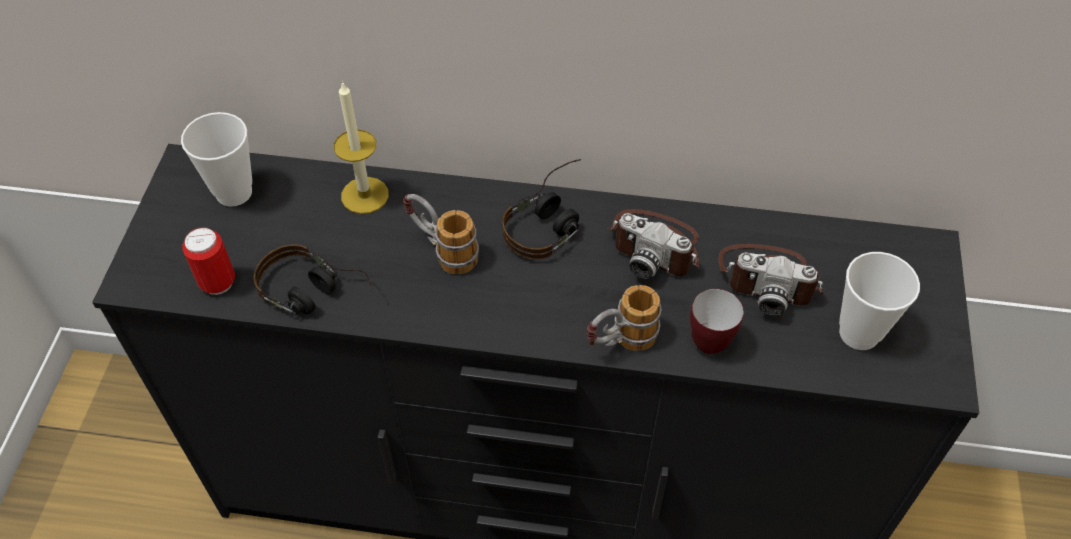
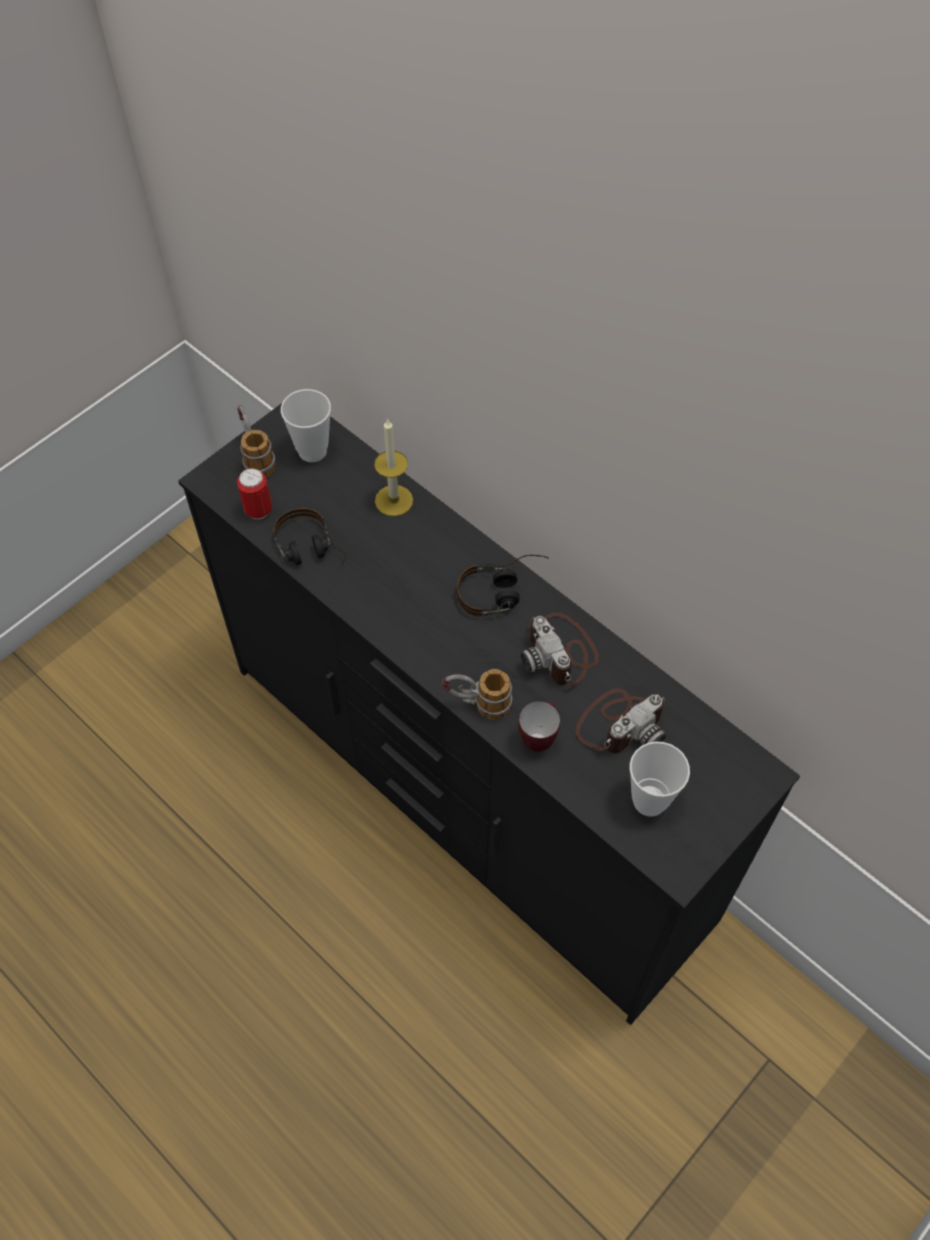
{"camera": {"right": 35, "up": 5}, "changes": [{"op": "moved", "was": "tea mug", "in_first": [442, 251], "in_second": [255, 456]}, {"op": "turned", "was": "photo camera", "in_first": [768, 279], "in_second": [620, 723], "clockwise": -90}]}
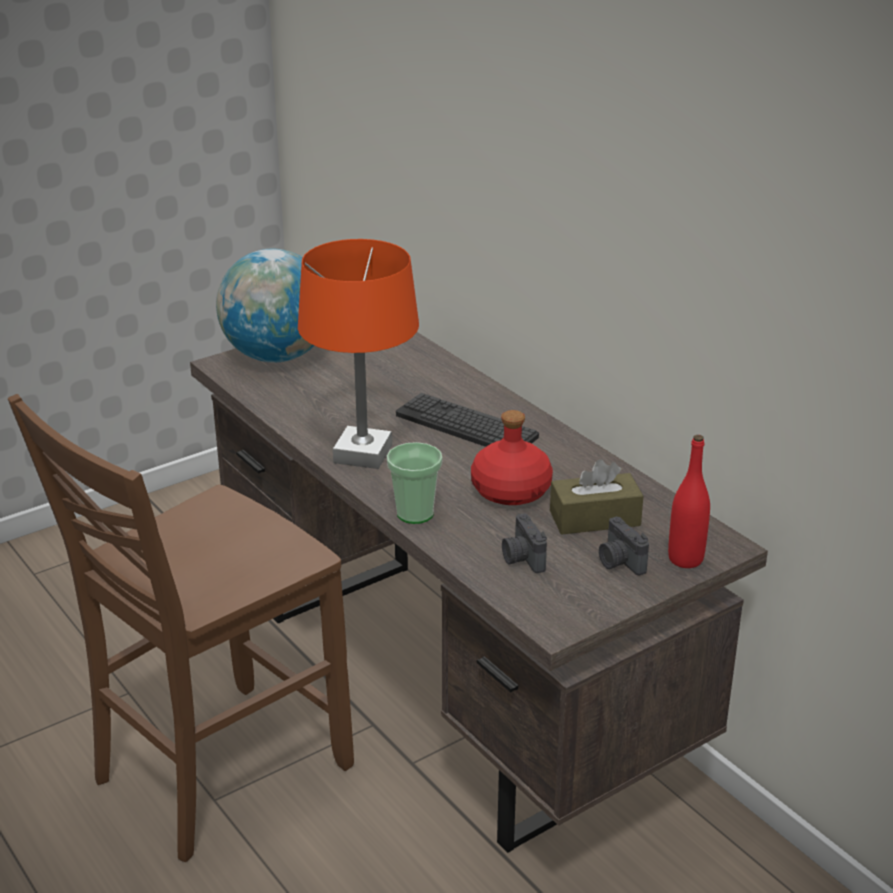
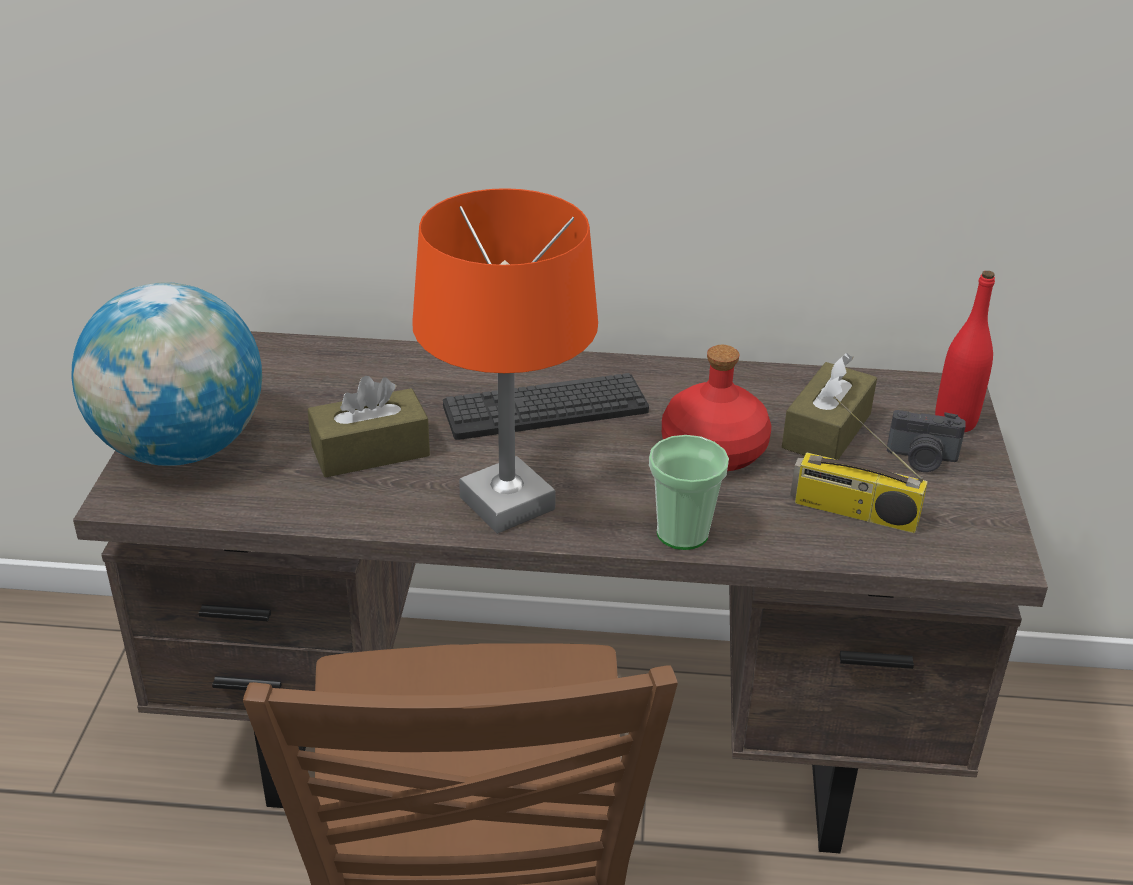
{"camera": {"right": -50, "up": 5}, "changes": [{"op": "added", "now": "brownish tissue box", "in_second": [370, 451]}, {"op": "replaced", "was": "photo camera", "now": "radio", "in_first": [522, 558], "in_second": [853, 512]}]}
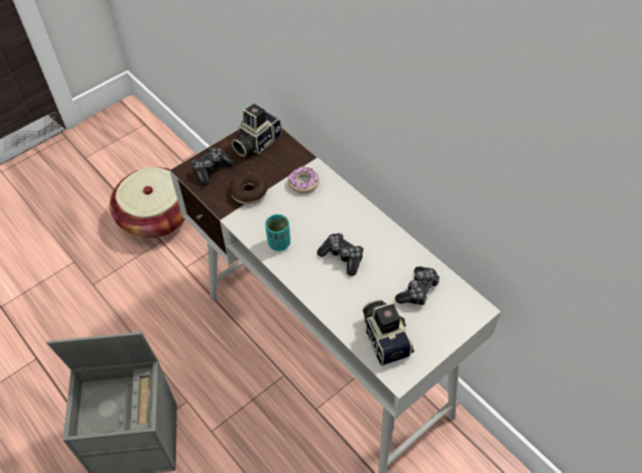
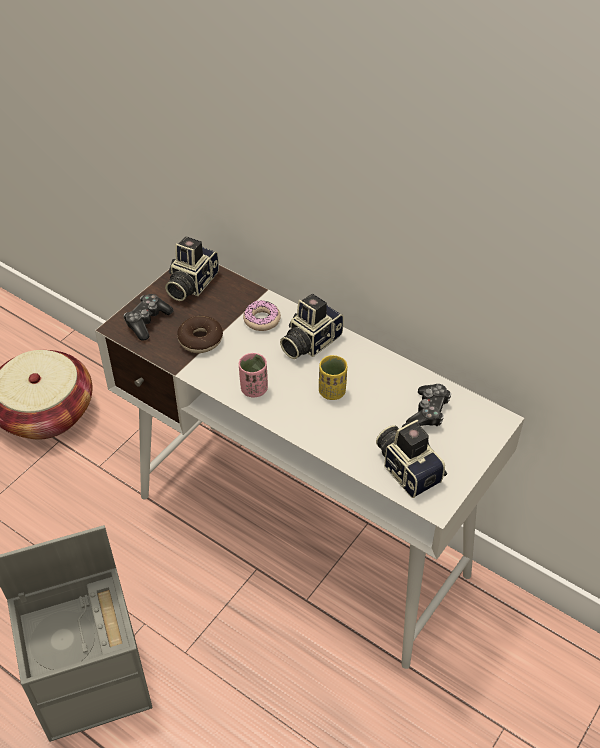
{"camera": {"right": -15, "up": -5}, "changes": [{"op": "added", "now": "photo camera", "in_second": [309, 342]}, {"op": "replaced", "was": "gamepad", "now": "yellow drinking cup", "in_first": [342, 257], "in_second": [332, 391]}, {"op": "recoloured", "was": "blue-green drinking cup", "now": "pinkish drinking cup", "in_first": [279, 243], "in_second": [254, 389]}]}
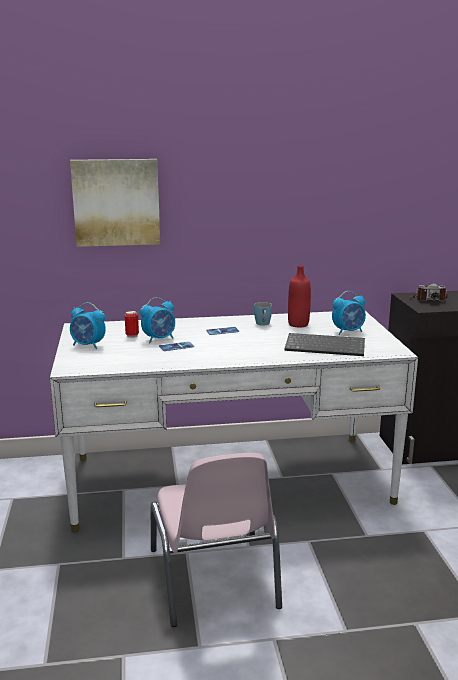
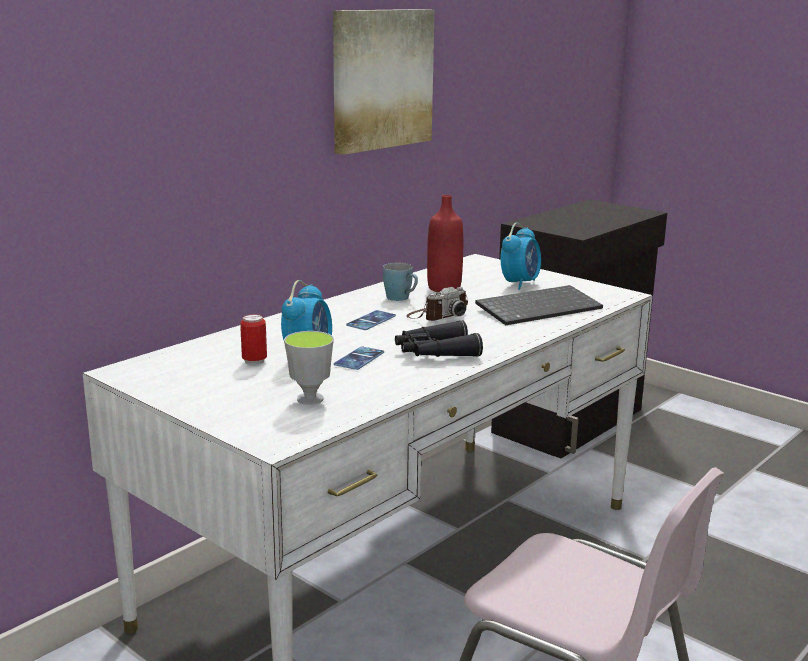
{"camera": {"right": -40, "up": 0}, "changes": [{"op": "removed", "was": "bedside clock", "in_first": [88, 345]}, {"op": "added", "now": "drinking cup", "in_second": [310, 399]}, {"op": "added", "now": "black binoculars", "in_second": [435, 352]}, {"op": "moved", "was": "wall art", "in_first": [116, 202], "in_second": [381, 79]}, {"op": "moved", "was": "photo camera", "in_first": [428, 299], "in_second": [437, 315]}]}
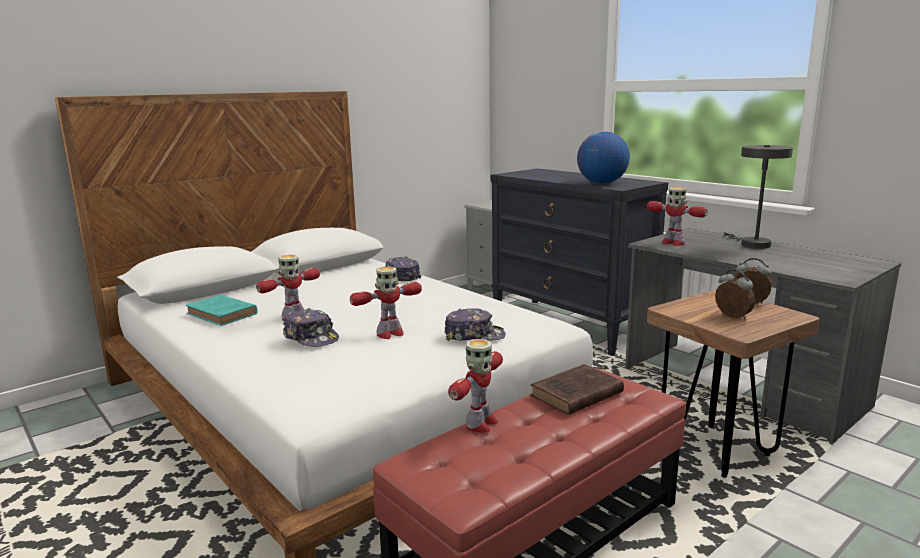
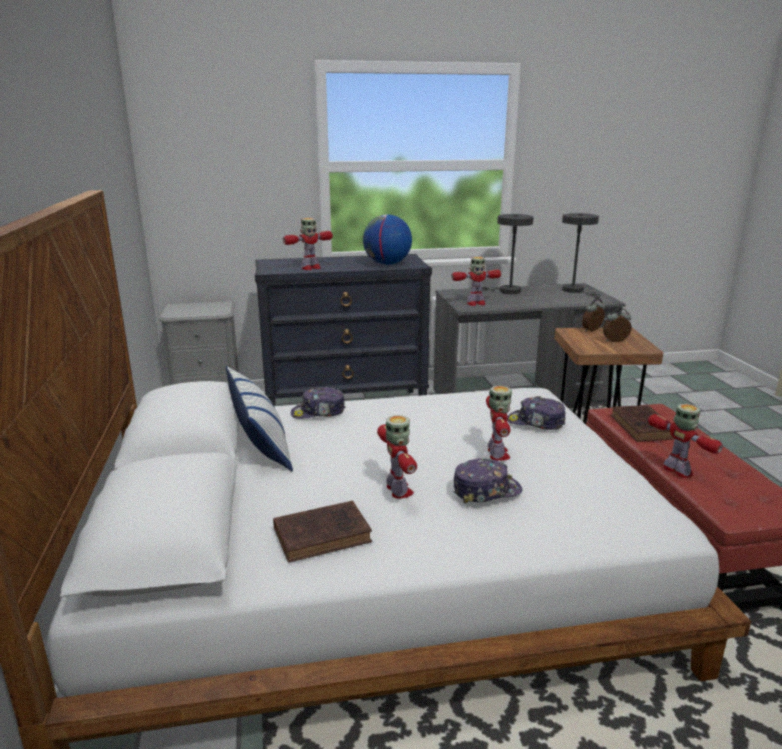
{"camera": {"right": -60, "up": 5}, "changes": [{"op": "added", "now": "cushion", "in_second": [260, 441]}, {"op": "added", "now": "robot figure", "in_second": [310, 268]}, {"op": "added", "now": "greyish lamp for a table", "in_second": [576, 291]}, {"op": "recoloured", "was": "blue-green bound book", "now": "brownish bound book", "in_first": [223, 314], "in_second": [324, 535]}, {"op": "turned", "was": "cap", "in_first": [474, 335], "in_second": [536, 422], "clockwise": -105}]}
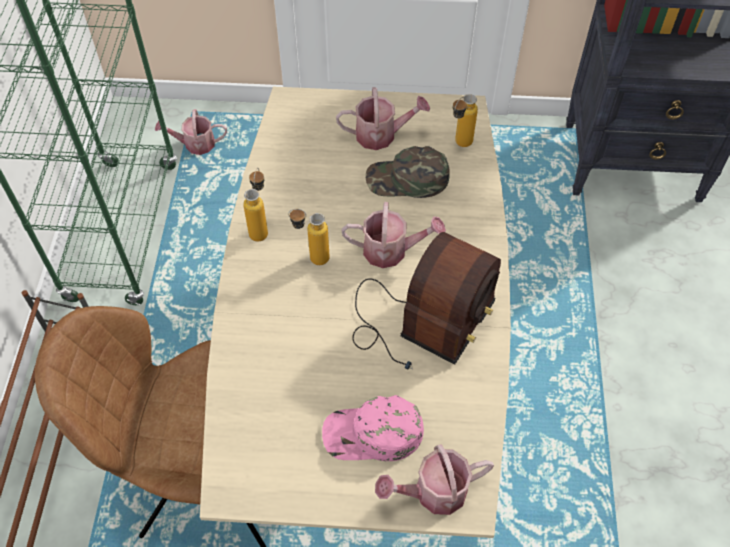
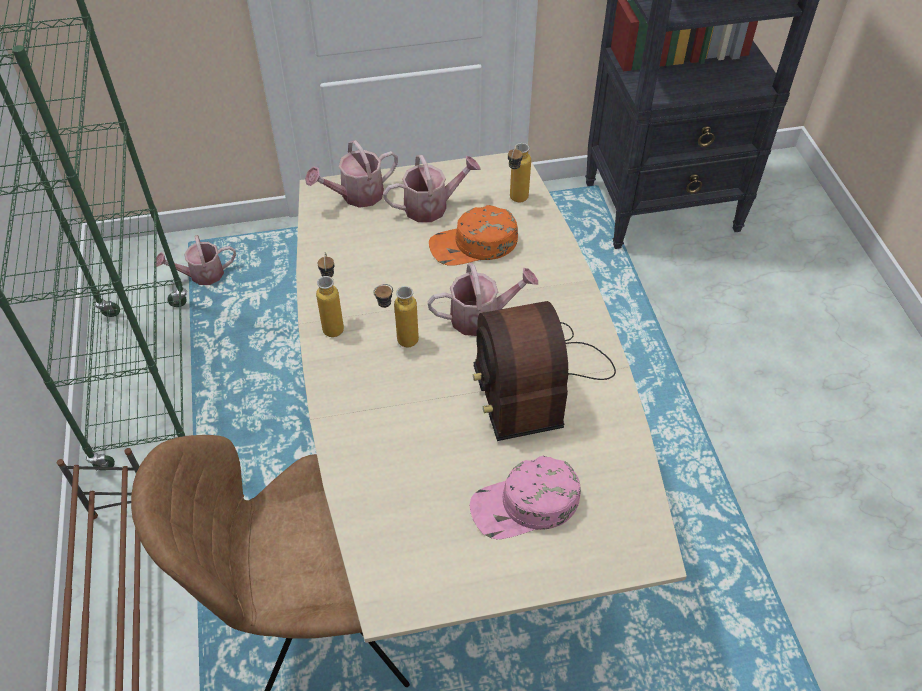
{"camera": {"right": -15, "up": -5}, "changes": [{"op": "moved", "was": "watering pot", "in_first": [433, 492], "in_second": [356, 195]}, {"op": "recoloured", "was": "green cap", "now": "orange-coloured cap", "in_first": [407, 180], "in_second": [473, 245]}, {"op": "turned", "was": "radio", "in_first": [421, 321], "in_second": [536, 380], "clockwise": 150}]}
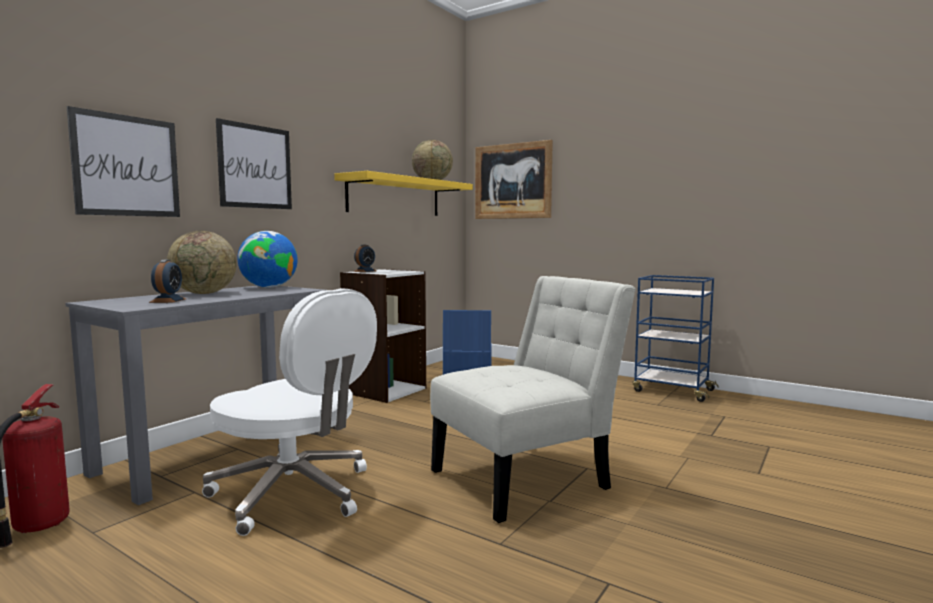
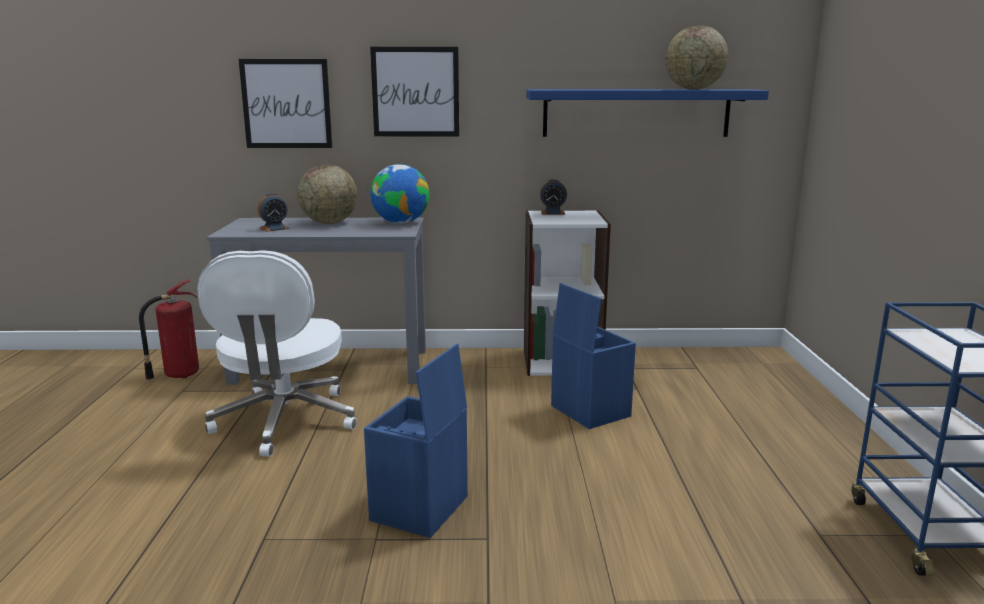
{"camera": {"right": 55, "up": 10}, "changes": [{"op": "removed", "was": "wall art", "in_first": [512, 181]}, {"op": "replaced", "was": "white chair", "now": "bluish storage bin", "in_first": [527, 477], "in_second": [420, 509]}, {"op": "recoloured", "was": "yellow wall shelf", "now": "bluish wall shelf", "in_first": [395, 197], "in_second": [636, 113]}]}
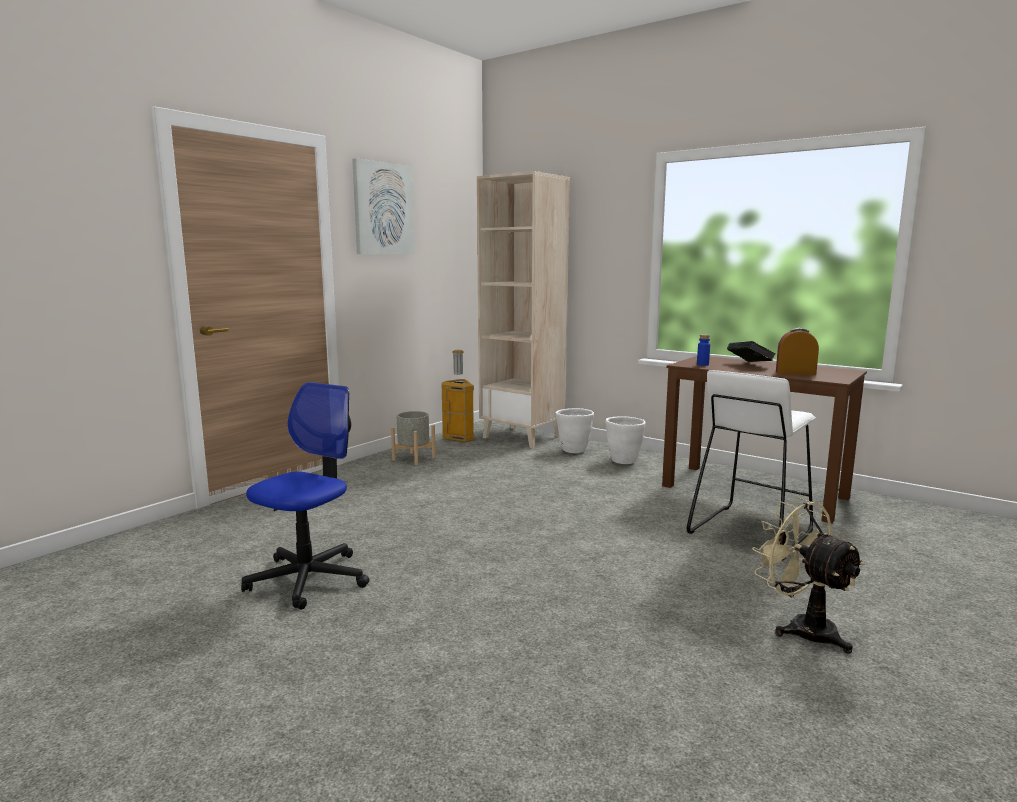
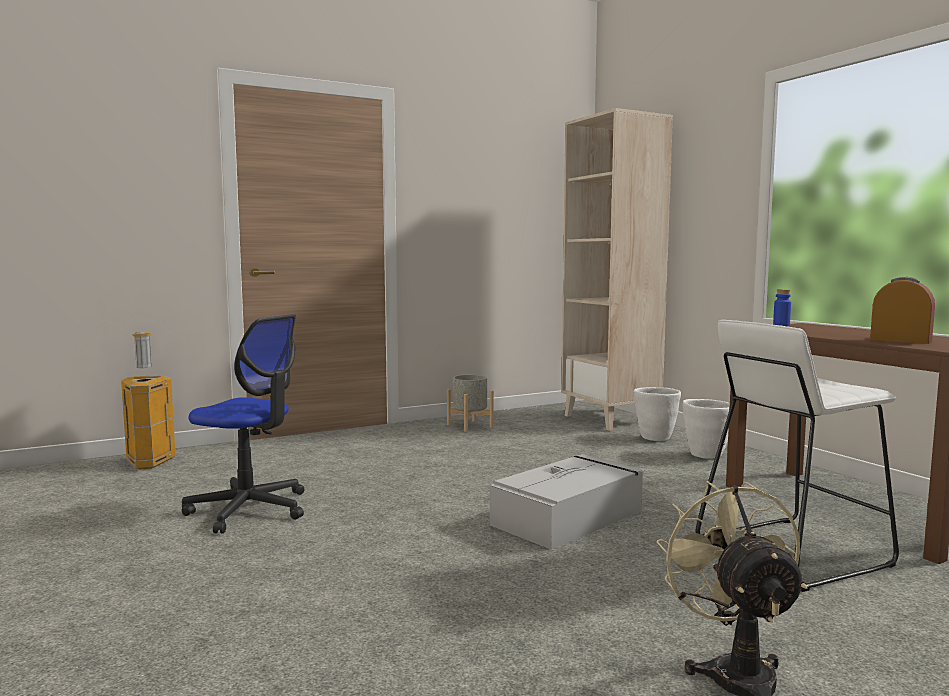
{"camera": {"right": 25, "up": -5}, "changes": [{"op": "removed", "was": "wall art", "in_first": [383, 209]}, {"op": "removed", "was": "bound book", "in_first": [749, 365]}, {"op": "added", "now": "greyish storage bin", "in_second": [569, 517]}, {"op": "moved", "was": "rubbish bin", "in_first": [460, 438], "in_second": [149, 463]}, {"op": "turned", "was": "computer chair", "in_first": [308, 579], "in_second": [249, 509], "clockwise": 60}]}
